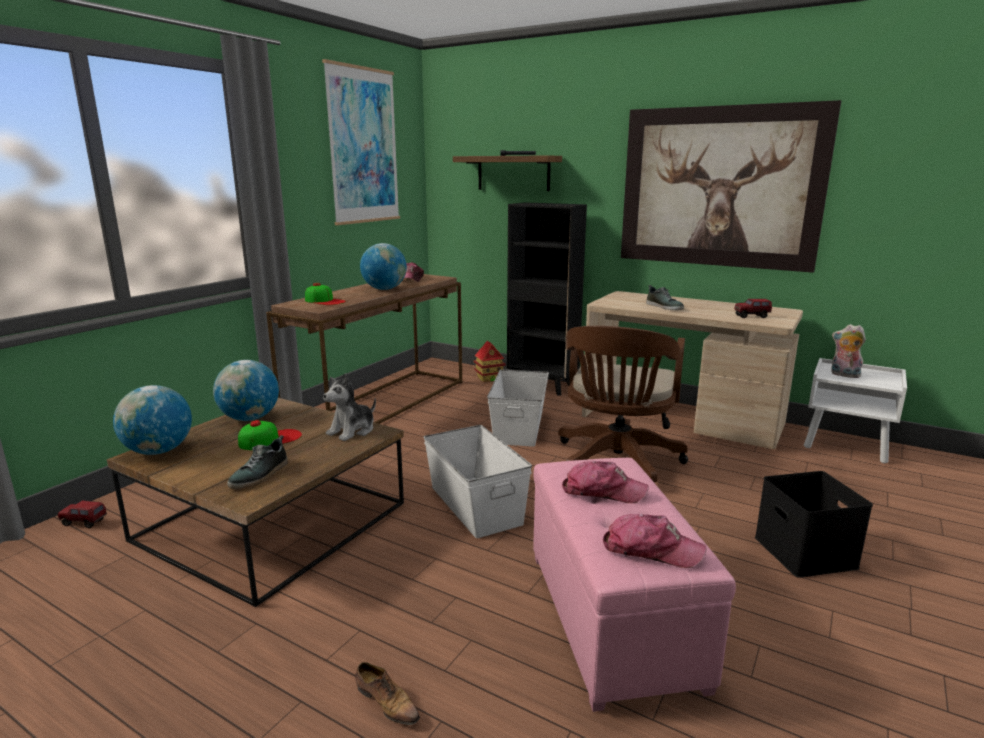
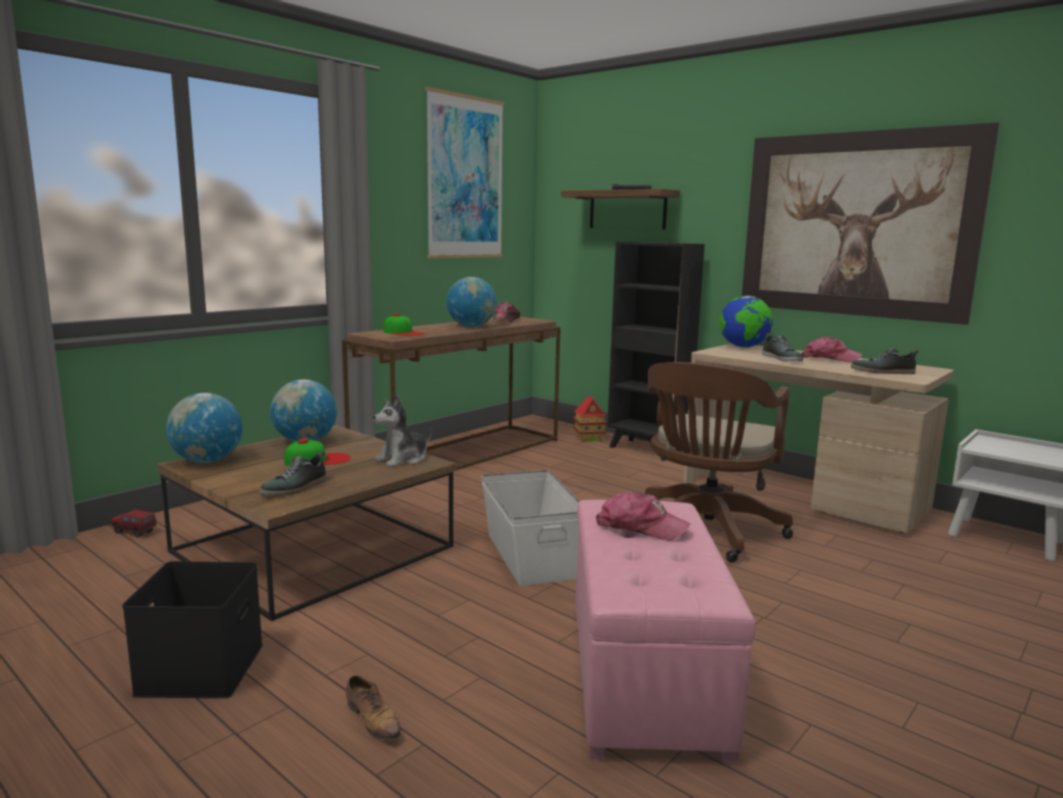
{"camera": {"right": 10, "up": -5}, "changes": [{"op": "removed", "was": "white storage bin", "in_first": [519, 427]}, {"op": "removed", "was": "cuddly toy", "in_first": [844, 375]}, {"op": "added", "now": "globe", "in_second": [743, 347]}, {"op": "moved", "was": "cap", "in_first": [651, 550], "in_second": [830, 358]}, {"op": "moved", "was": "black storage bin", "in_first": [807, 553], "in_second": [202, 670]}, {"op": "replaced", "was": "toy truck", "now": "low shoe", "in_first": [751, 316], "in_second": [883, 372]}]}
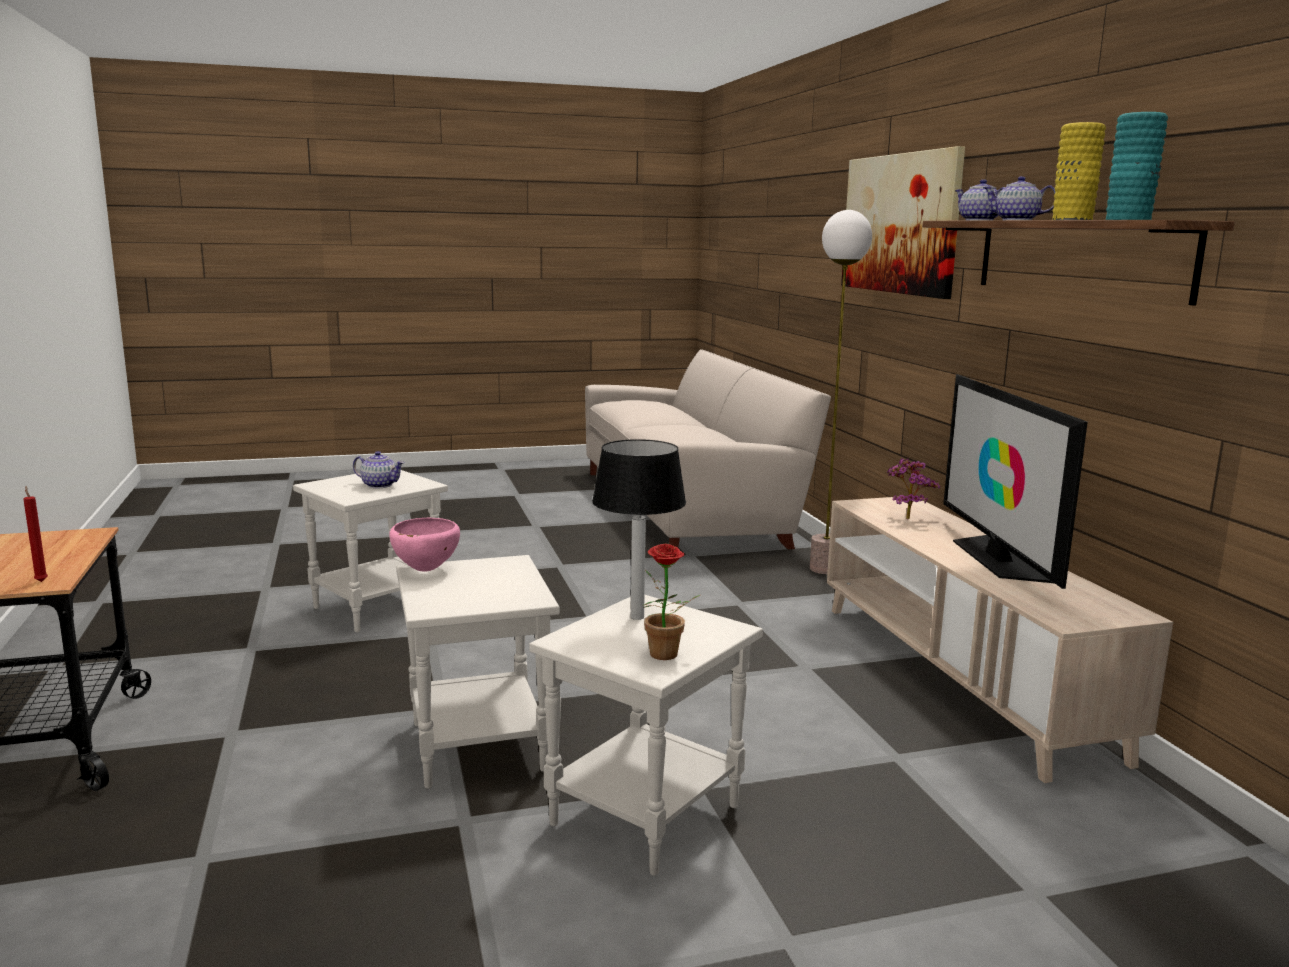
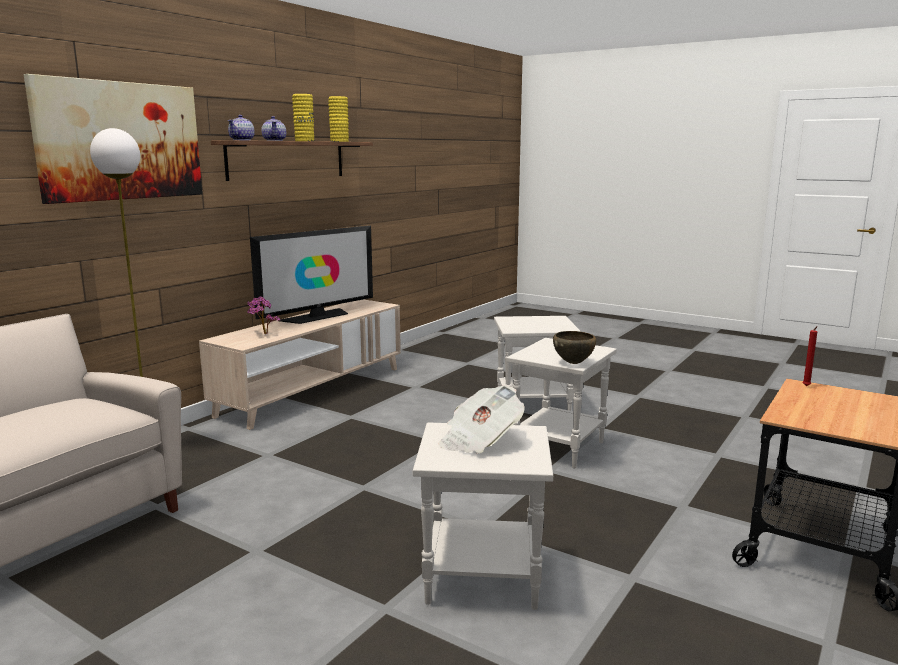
{"camera": {"right": -130, "up": 0}, "changes": [{"op": "removed", "was": "lamp for a table", "in_first": [637, 616]}, {"op": "removed", "was": "plant in a pot", "in_first": [665, 657]}, {"op": "replaced", "was": "teapot", "now": "daily paper", "in_first": [379, 485], "in_second": [479, 441]}, {"op": "recoloured", "was": "pinkish deep dish", "now": "brownish deep dish", "in_first": [425, 570], "in_second": [573, 363]}, {"op": "recoloured", "was": "blue-green decorative vase", "now": "yellow decorative vase", "in_first": [1128, 219], "in_second": [339, 141]}]}
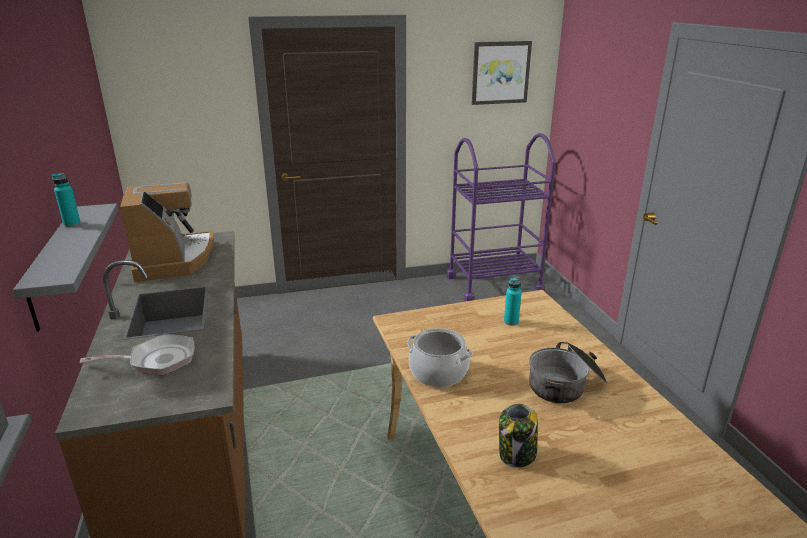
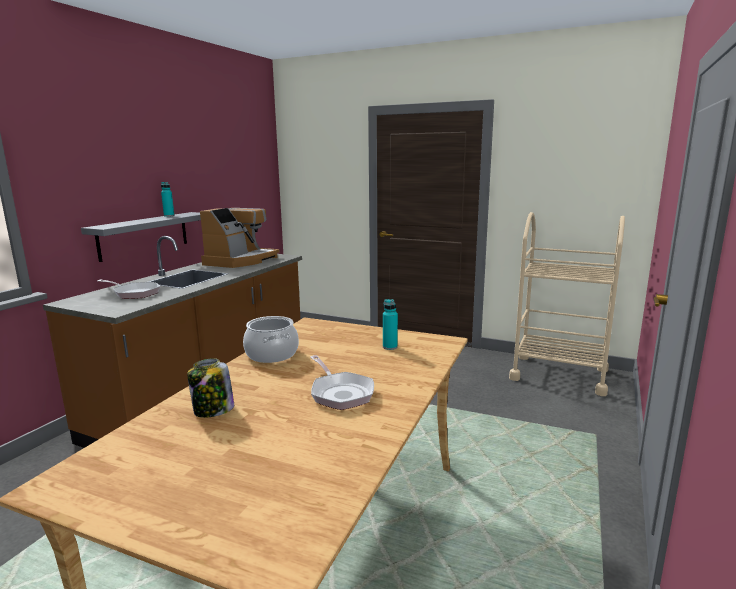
{"camera": {"right": 40, "up": -10}, "changes": [{"op": "removed", "was": "wall art", "in_first": [500, 72]}, {"op": "replaced", "was": "saucepot", "now": "frying pan", "in_first": [566, 385], "in_second": [340, 393]}, {"op": "recoloured", "was": "purple-coloured wheeled cart", "now": "beige-coloured wheeled cart", "in_first": [493, 284], "in_second": [559, 374]}]}
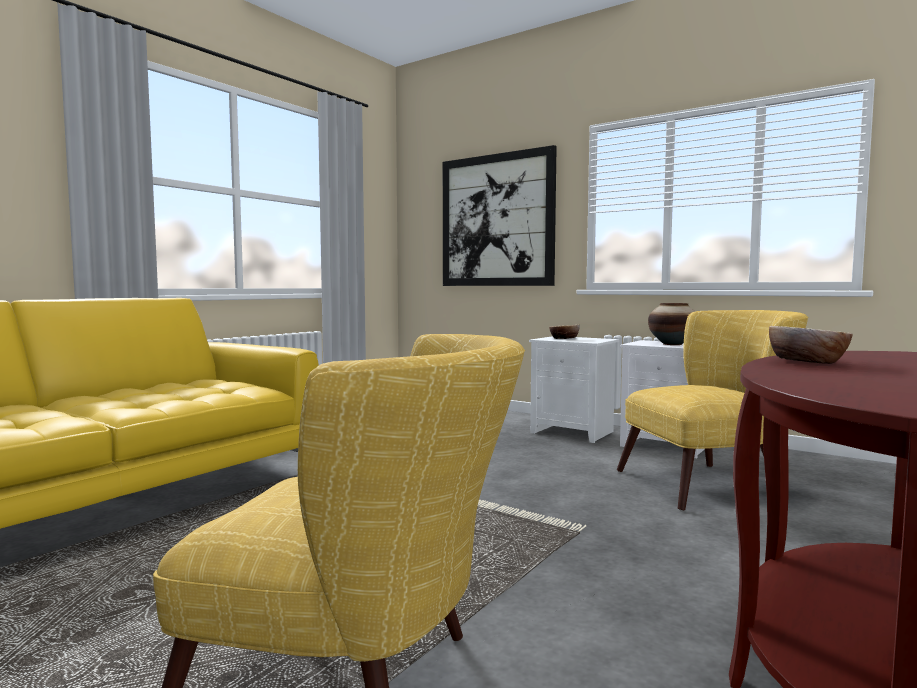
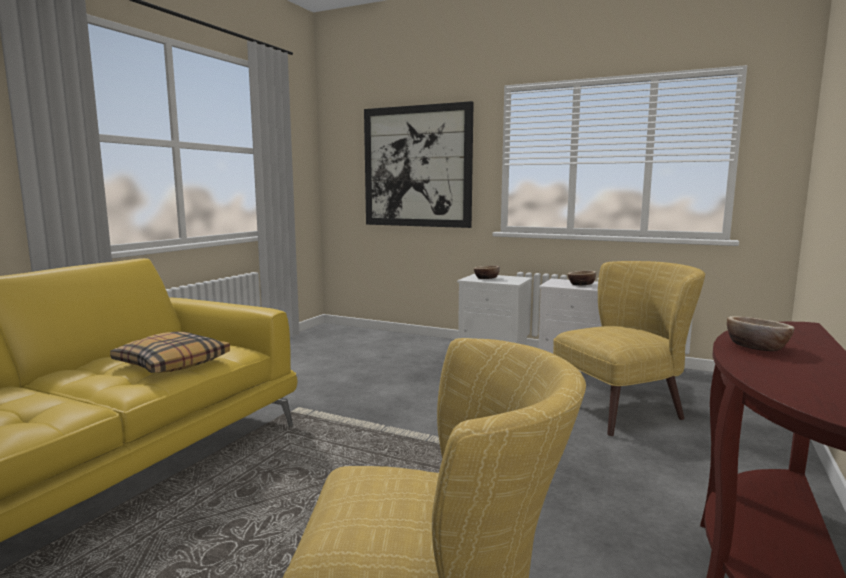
{"camera": {"right": -10, "up": 5}, "changes": [{"op": "added", "now": "cushion", "in_second": [172, 363]}, {"op": "replaced", "was": "decorative vase", "now": "deep dish", "in_first": [672, 344], "in_second": [581, 284]}]}
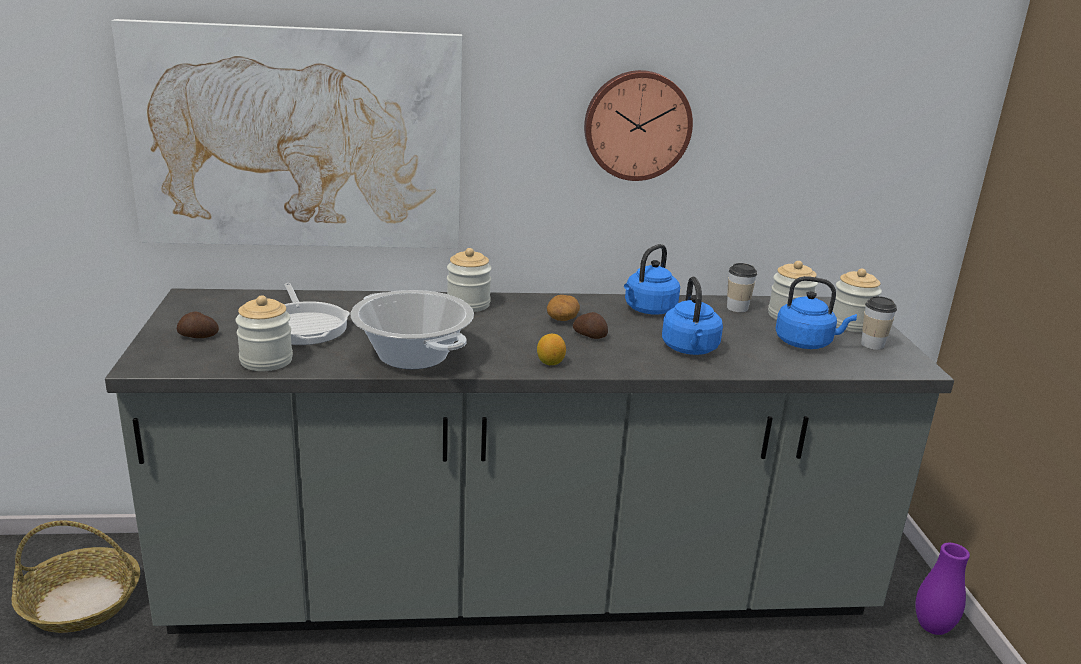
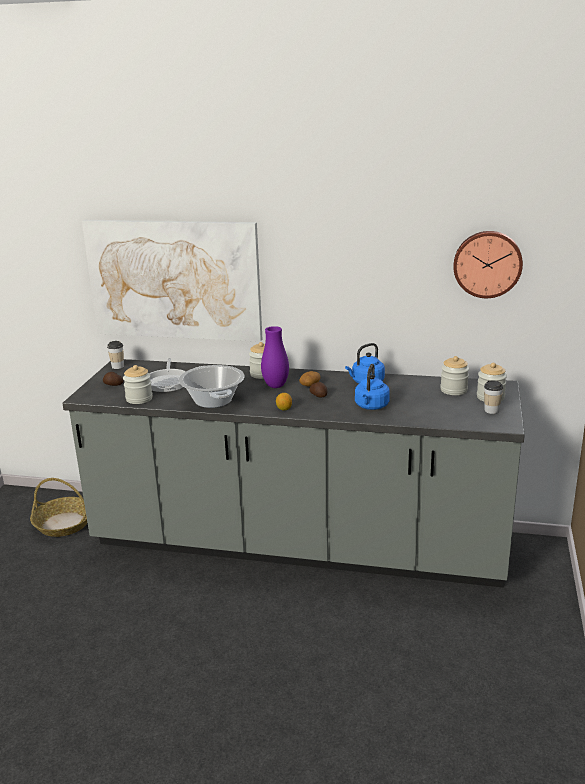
{"camera": {"right": 20, "up": 0}, "changes": [{"op": "removed", "was": "bluish kettle", "in_first": [806, 343]}, {"op": "moved", "was": "clock on the wall", "in_first": [637, 125], "in_second": [487, 263]}, {"op": "moved", "was": "drinking cup", "in_first": [737, 308], "in_second": [117, 366]}, {"op": "moved", "was": "purple-coloured decorative vase", "in_first": [932, 628], "in_second": [275, 386]}]}
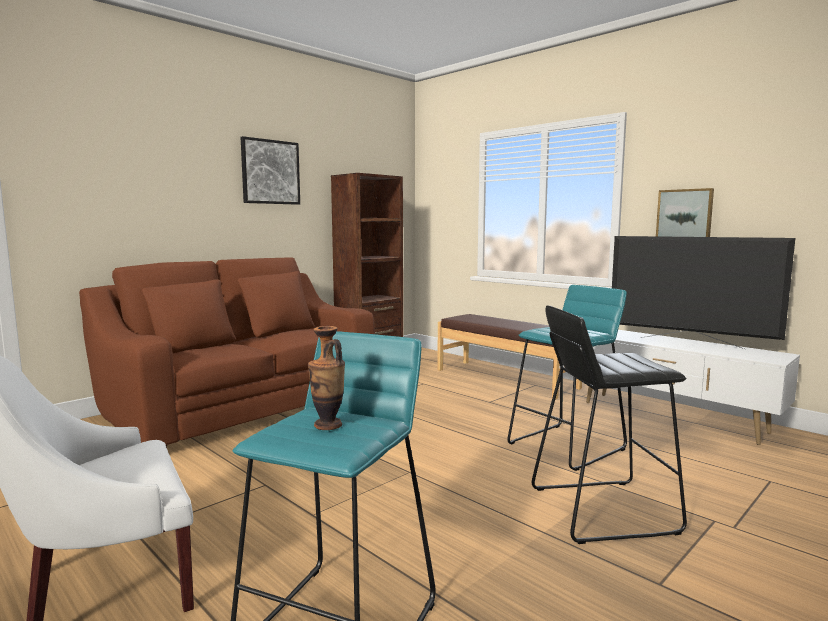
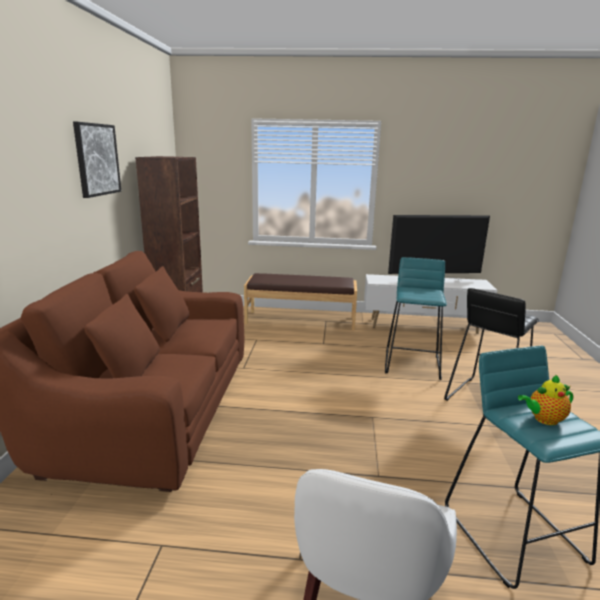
{"camera": {"right": -40, "up": 10}, "changes": [{"op": "removed", "was": "wall art", "in_first": [684, 214]}, {"op": "replaced", "was": "decorative vase", "now": "teapot", "in_first": [328, 425], "in_second": [543, 419]}]}
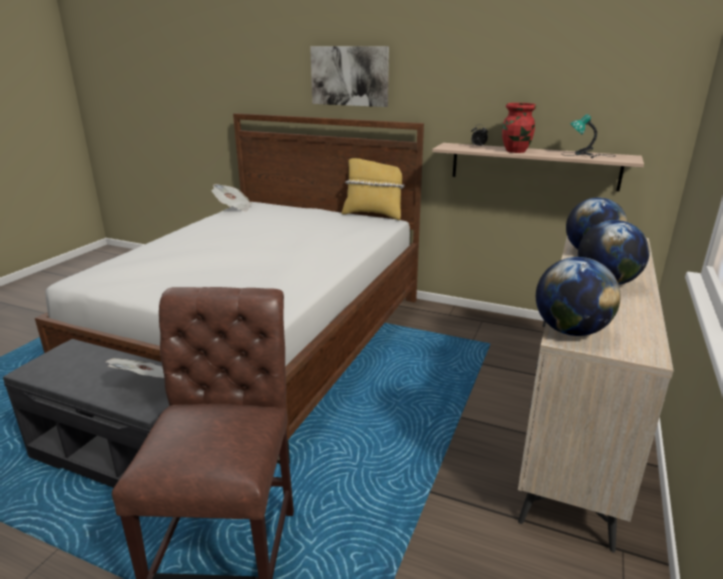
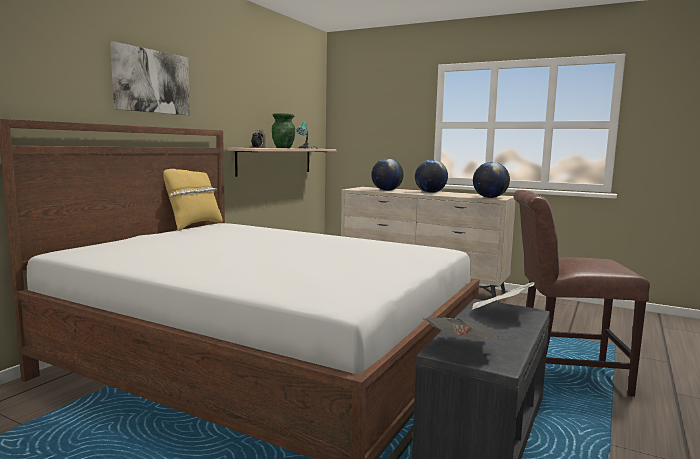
{"camera": {"right": -85, "up": -15}, "changes": [{"op": "moved", "was": "daily paper", "in_first": [233, 208], "in_second": [461, 349]}, {"op": "recoloured", "was": "red decorative vase", "now": "green decorative vase", "in_first": [516, 151], "in_second": [283, 148]}]}
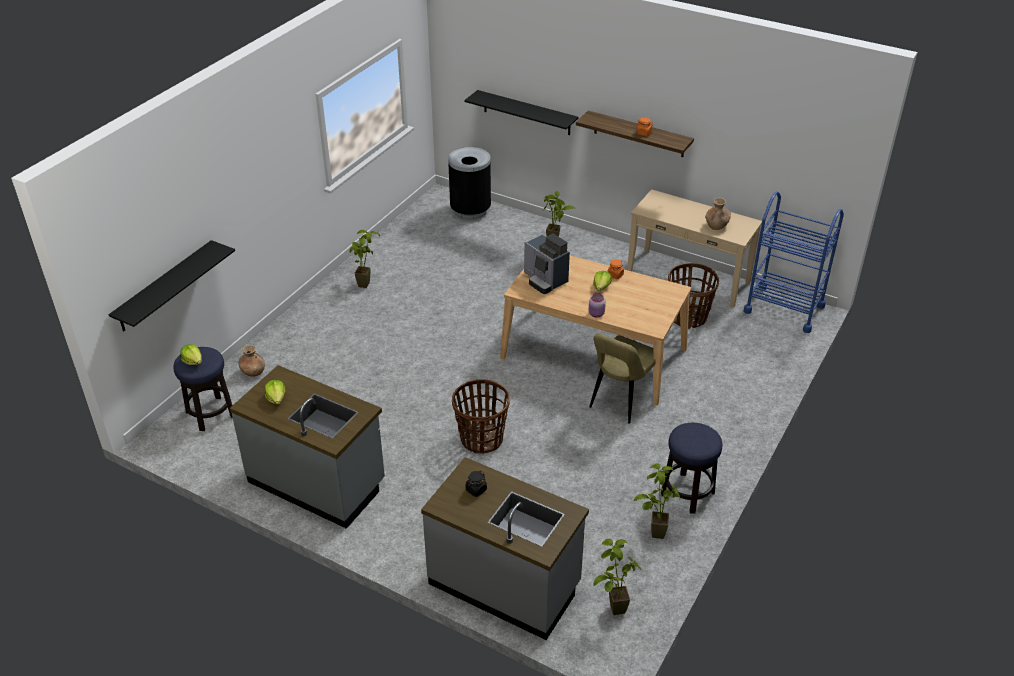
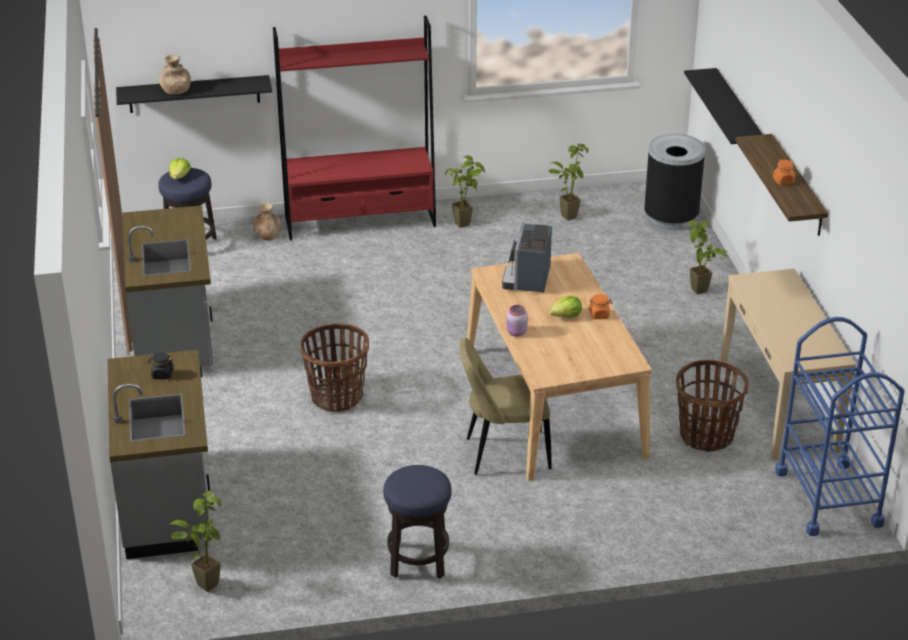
{"camera": {"right": 50, "up": -5}, "changes": [{"op": "removed", "was": "head of lettuce", "in_first": [276, 398]}, {"op": "added", "now": "red bookcase", "in_second": [360, 221]}, {"op": "moved", "was": "plant in a pot", "in_first": [652, 531], "in_second": [567, 214]}, {"op": "moved", "was": "brownish decorative vase", "in_first": [716, 226], "in_second": [176, 91]}]}
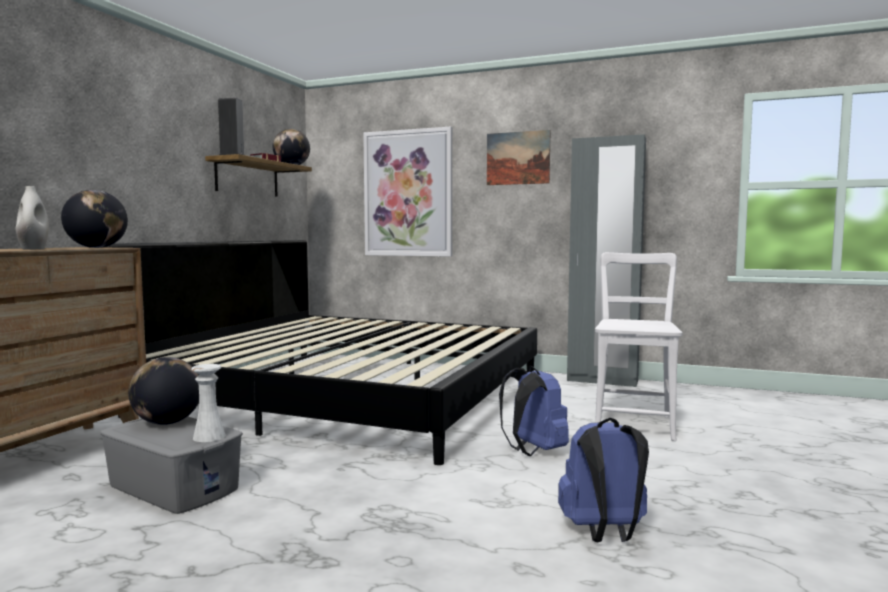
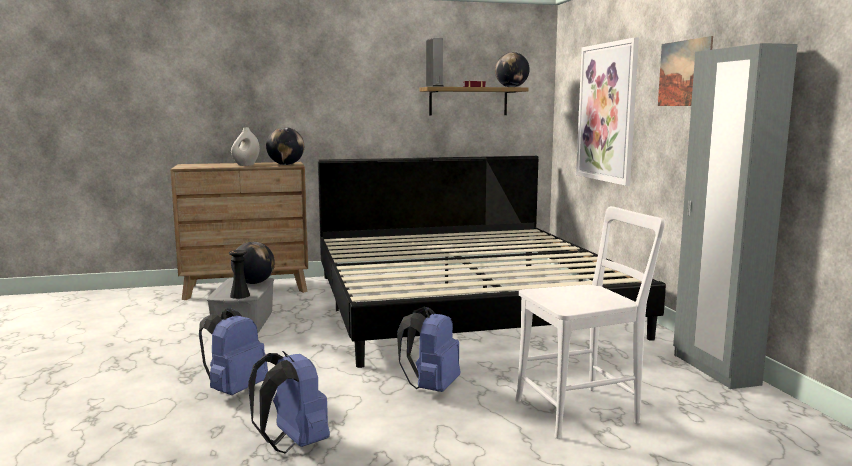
{"camera": {"right": 55, "up": 5}, "changes": [{"op": "added", "now": "bluish knapsack", "in_second": [234, 390]}, {"op": "recoloured", "was": "white decorative vase", "now": "black decorative vase", "in_first": [209, 436], "in_second": [240, 295]}]}
